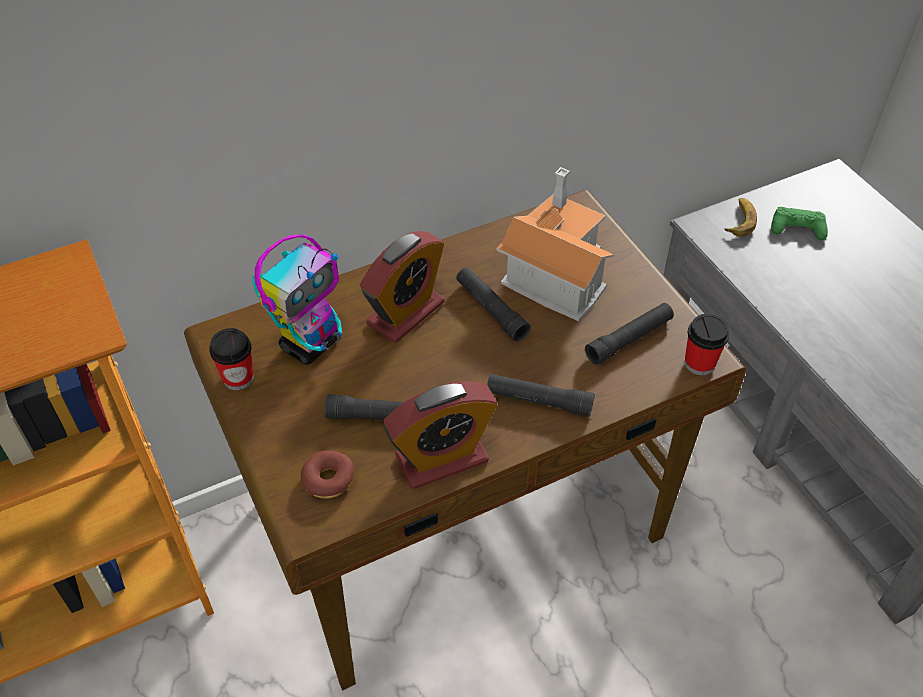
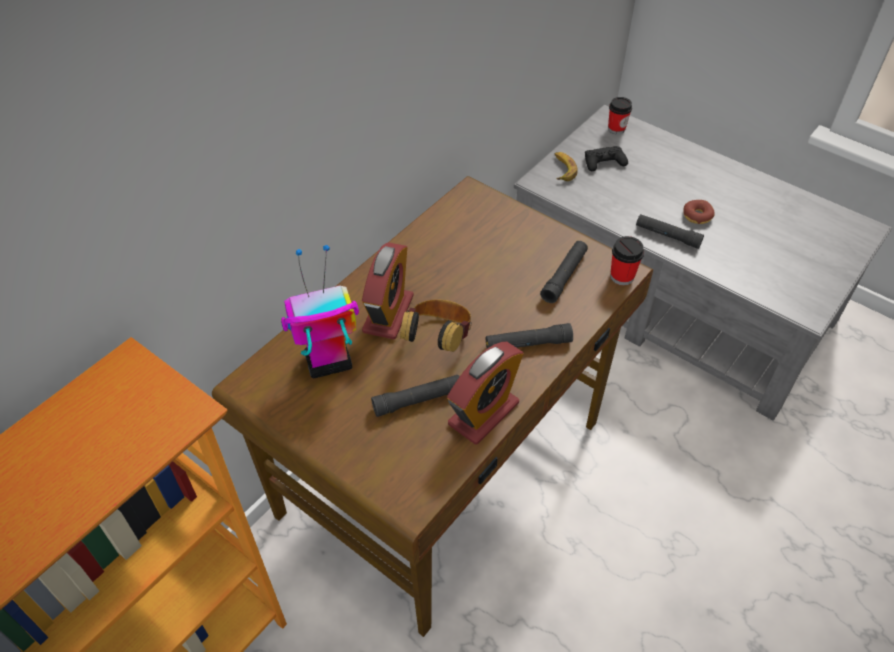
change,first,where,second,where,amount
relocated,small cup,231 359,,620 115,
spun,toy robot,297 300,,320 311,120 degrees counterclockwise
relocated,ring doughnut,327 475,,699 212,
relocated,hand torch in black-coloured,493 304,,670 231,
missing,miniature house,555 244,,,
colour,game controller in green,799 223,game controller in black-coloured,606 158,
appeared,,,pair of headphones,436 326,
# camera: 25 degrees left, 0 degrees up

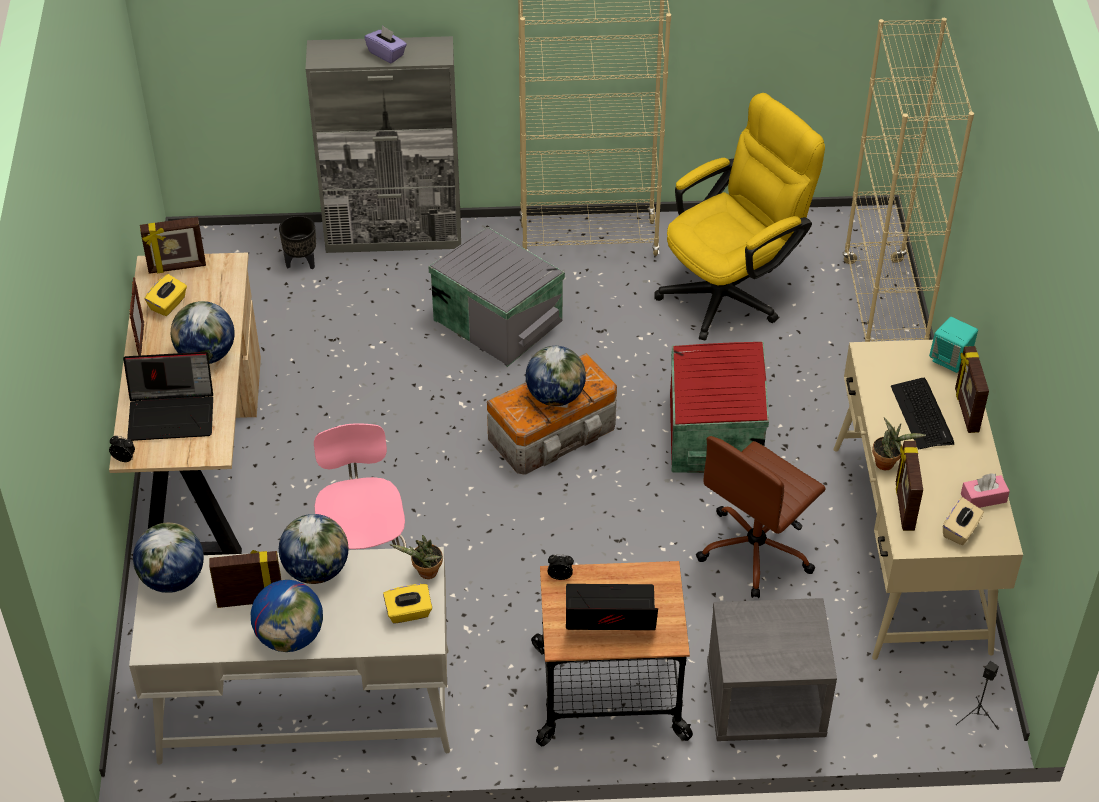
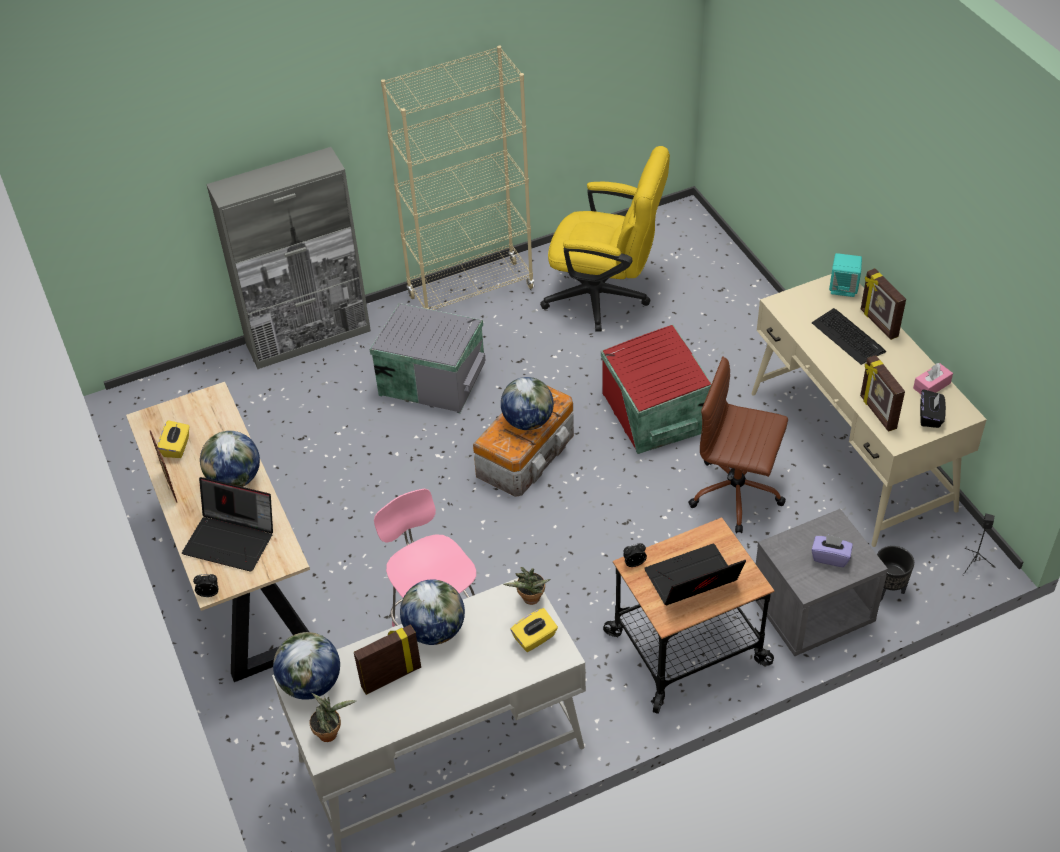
change,first,where,second,where,amount
spun,laptop,168 396,,227 524,45 degrees clockwise
missing,photo frame,173 245,,,
missing,world globe,286 616,,,
relocated,planter in black-coloured,297 242,,895 573,
relocated,tissue holder in purplish,385 44,,832 550,
spun,computer chair in yellow-coloured,739 217,,605 238,75 degrees clockwise
spun,computer chair in brown,761 517,,738 445,90 degrees clockwise
missing,shelving unit in beige-coloured,908 180,,,
relocated,potted plant,899 443,,332 717,
colour,tissue holder in beige-coloured,963 521,tissue holder in black-coloured,933 408,
# camera: 20 degrees left, 0 degrees up

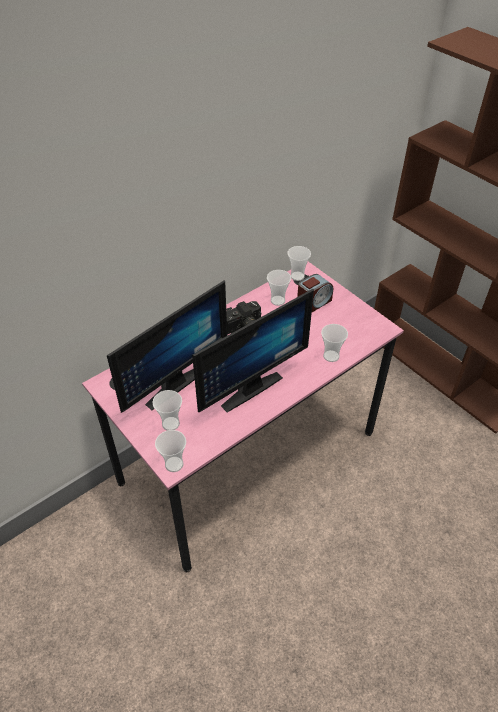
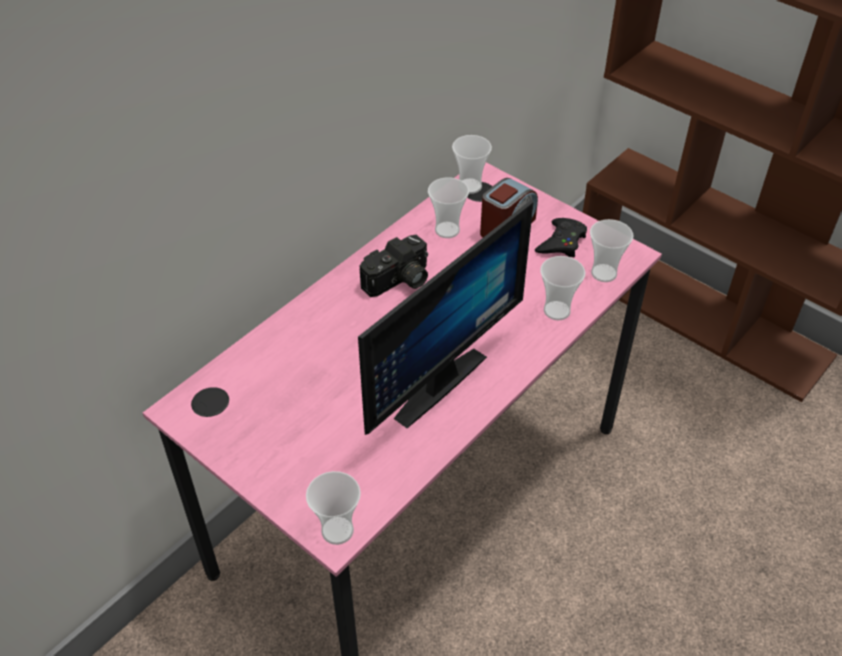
change,first,where,second,where,amount
missing,monitor,167 346,,,
relocated,small cup,167 410,,611 250,
appeared,,,game controller in black-coloured,561 238,
# camera: 10 degrees left, 0 degrees up

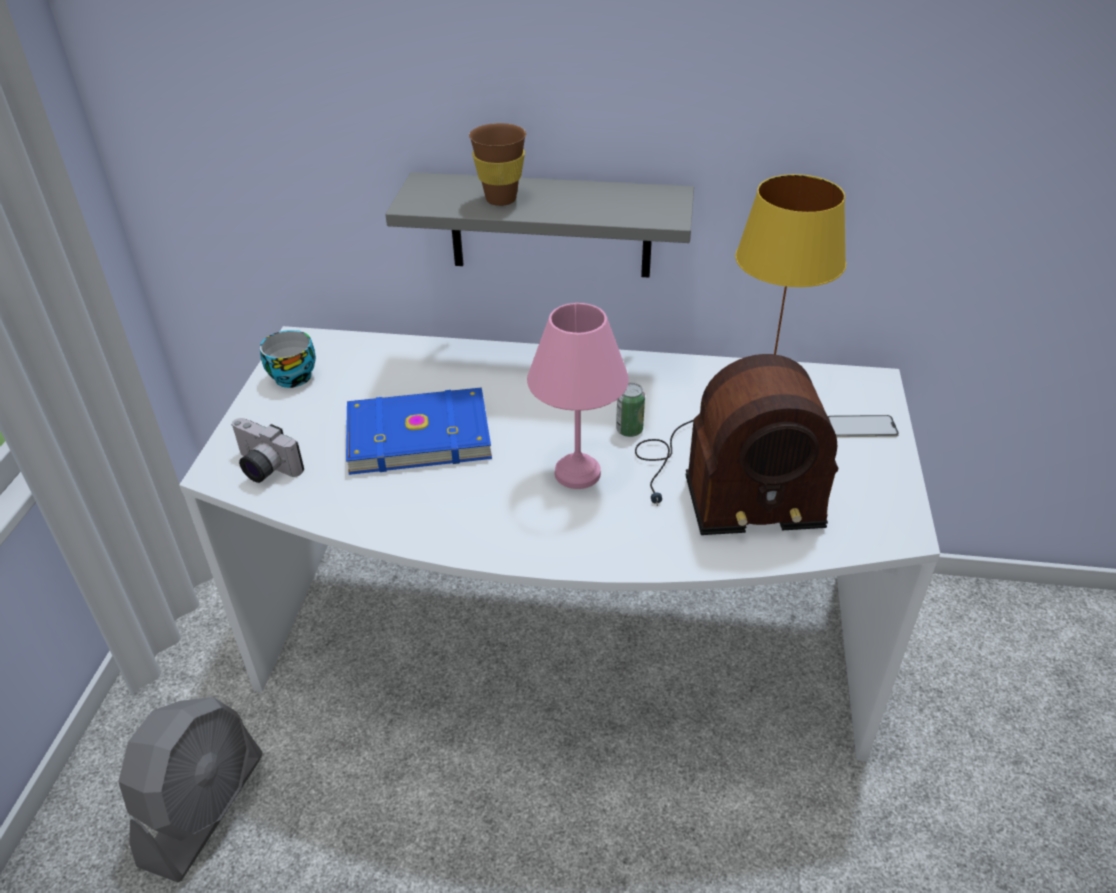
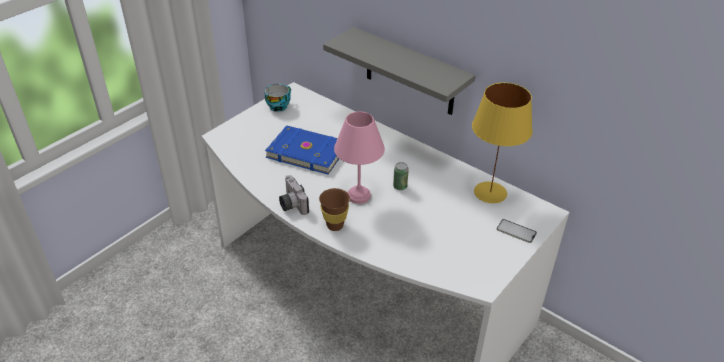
change,first,where,second,where,amount
missing,electric fan in greyish,190 789,,,
relocated,still camera,267 450,,294 195,
relocated,small cup in brown,497 164,,334 209,
missing,radio receiver,736 444,,,
# camera: 30 degrees right, 0 degrees up

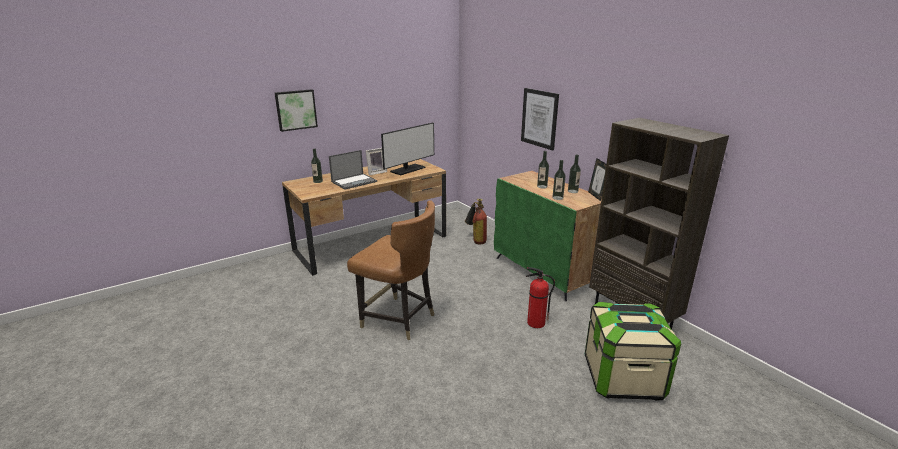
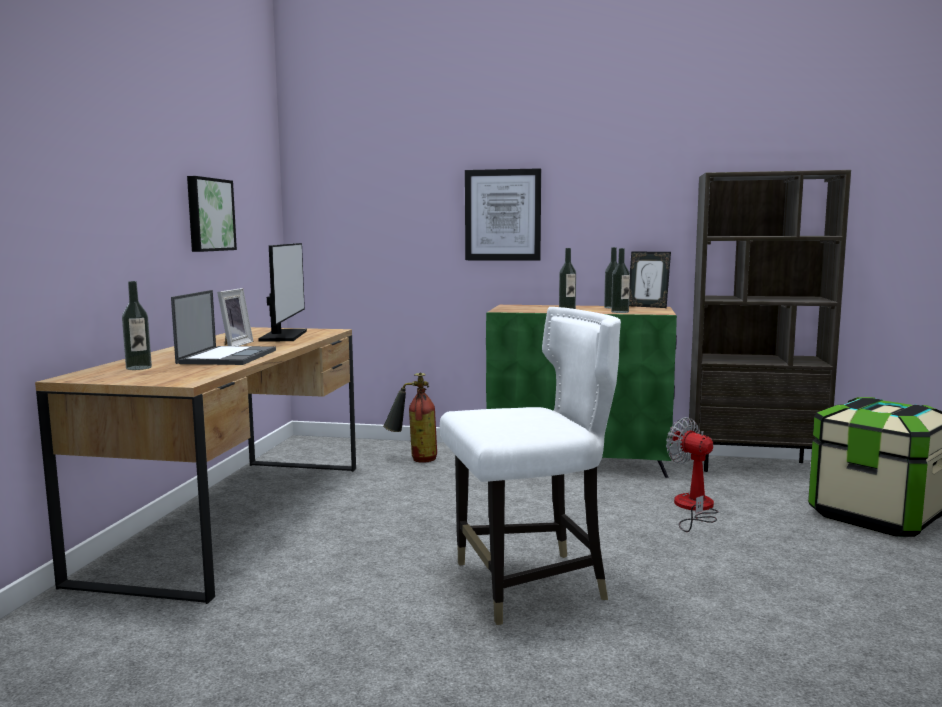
change,first,where,second,where,amount
relocated,wall art,296 110,,212 214,
colour,upright chair in brown,391 270,upright chair in white,530 466,
exchanged,fire extinguisher,540 297,electric fan,692 474,
# camera: 45 degrees left, 15 degrees down

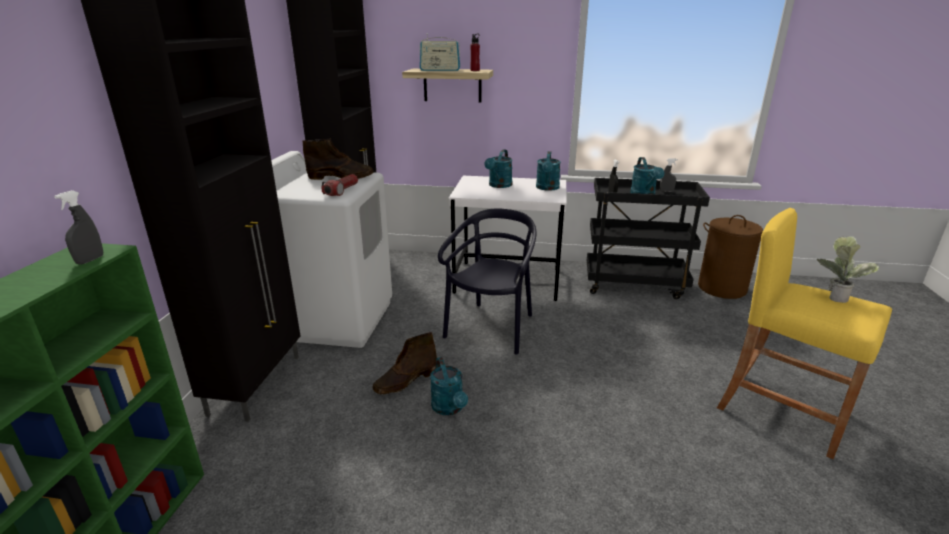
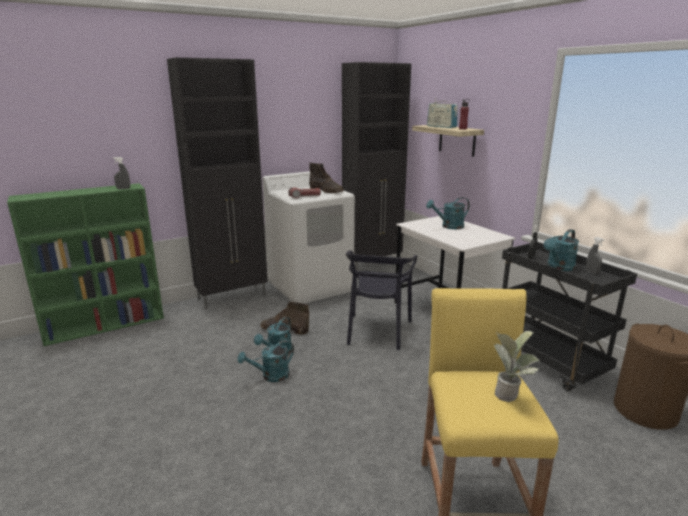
change,first,where,second,where,amount
spun,upright chair in black-coloured,487 281,,381 300,120 degrees clockwise
relocated,watering can in turquoise,548 171,,266 361,
# camera: 50 degrees right, 5 degrees down

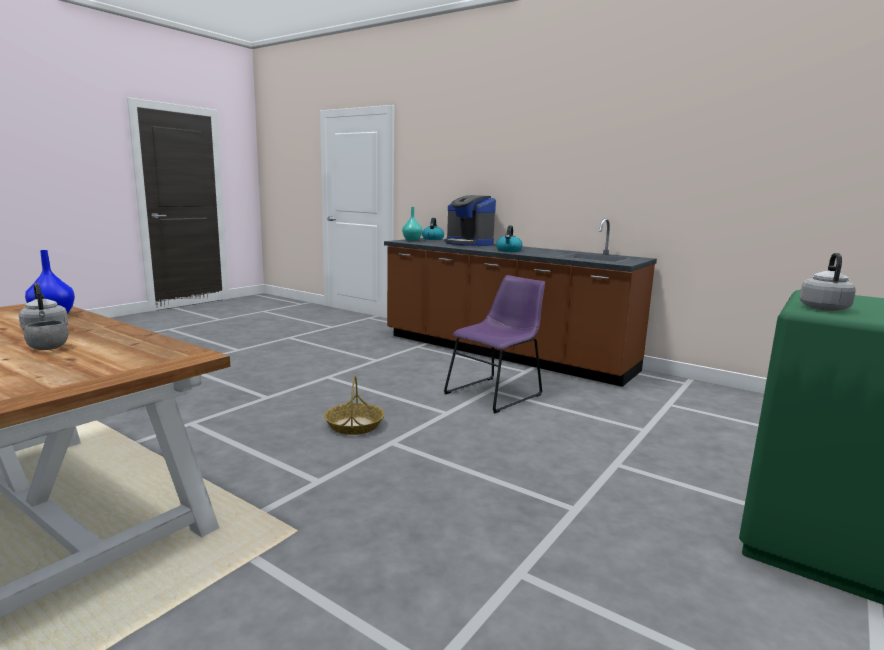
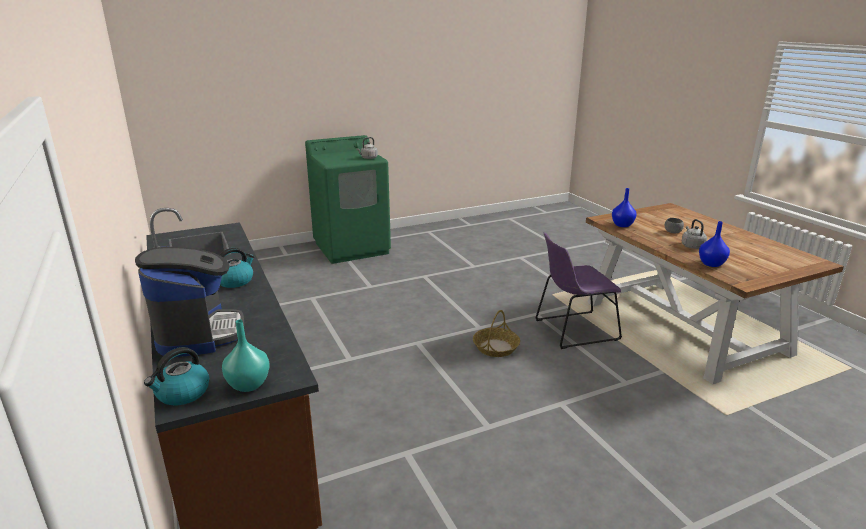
change,first,where,second,where,amount
relocated,upright chair in purplish,494 344,,578 290,
appeared,,,flower vase in blue,624 207,
# camera: 150 degrees left, 10 degrees up

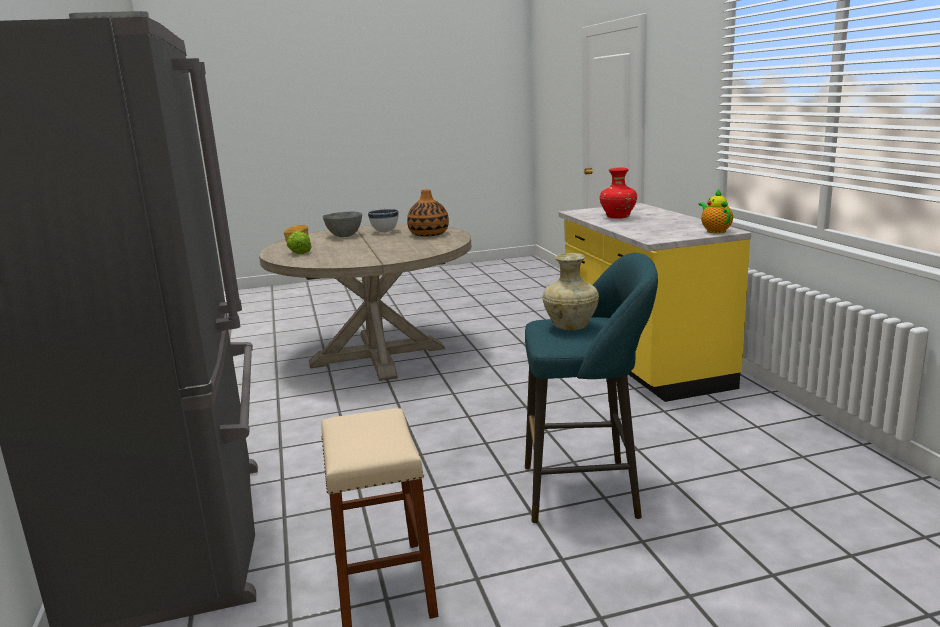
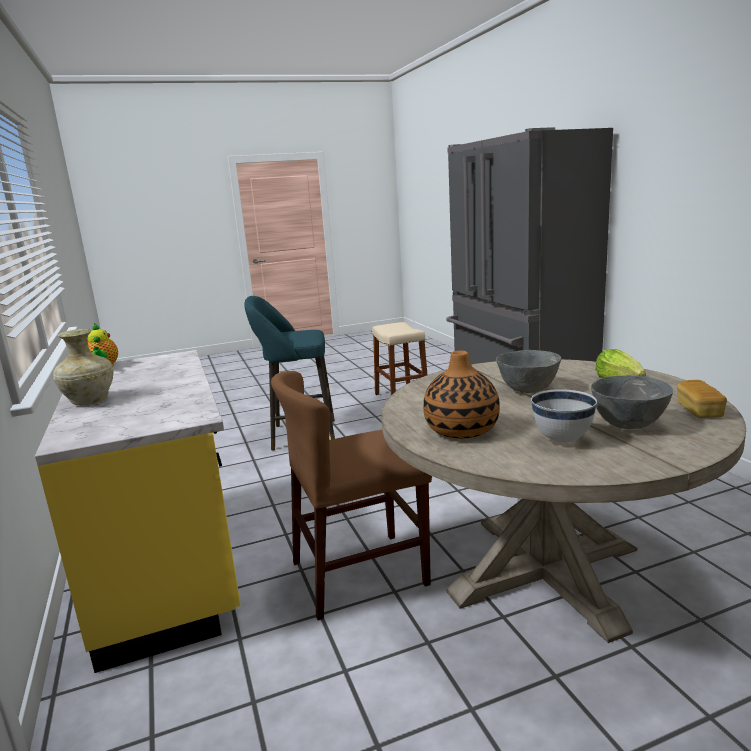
change,first,where,second,where,amount
relocated,flower vase in beige-coloured,570 291,,83 367,
missing,flower vase in red,618 193,,,
appeared,,,upright chair in brown,351 495,
appeared,,,bowl in greyish,528 371,
# camera: 175 degrees right, 0 degrees up

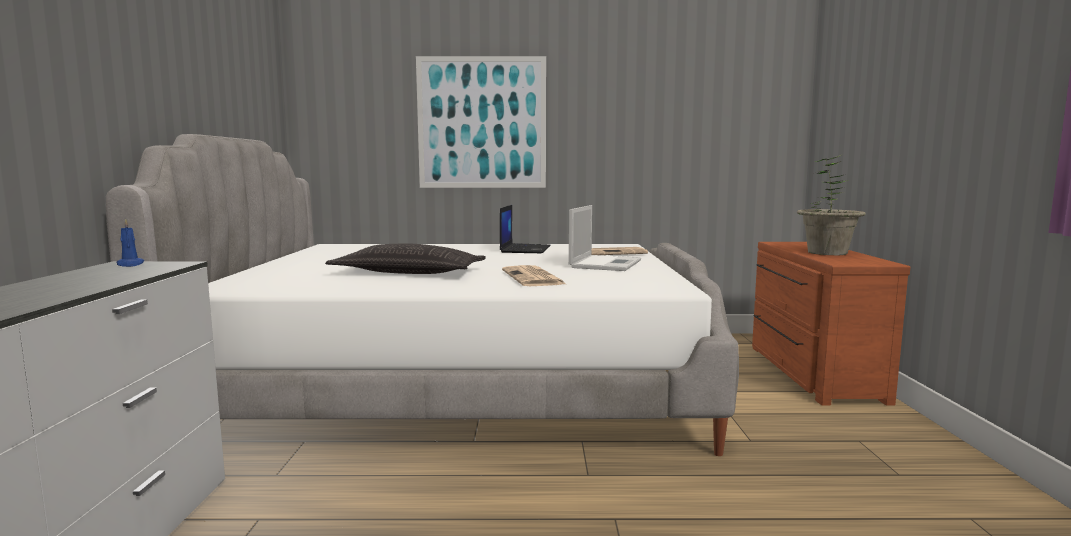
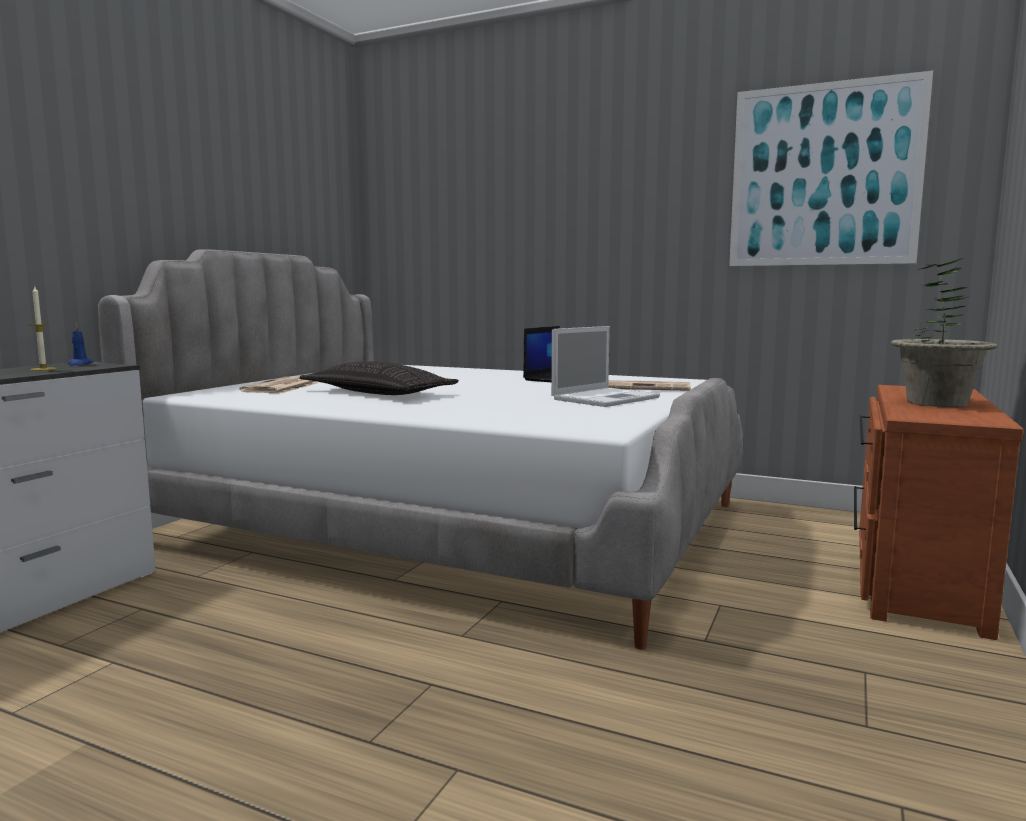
change,first,where,second,where,amount
relocated,wall art,481 122,,831 168,
relocated,printed paper,534 275,,279 384,
appeared,,,candle,41 329,
# camera: 25 degrees right, 0 degrees up

